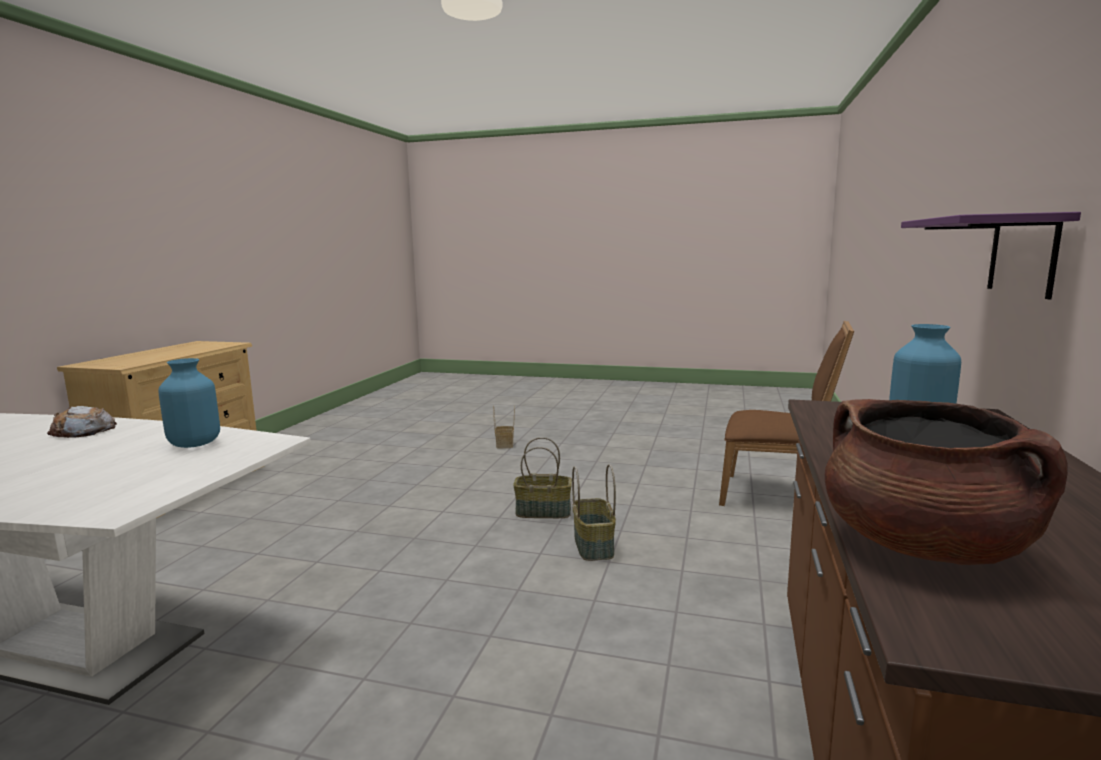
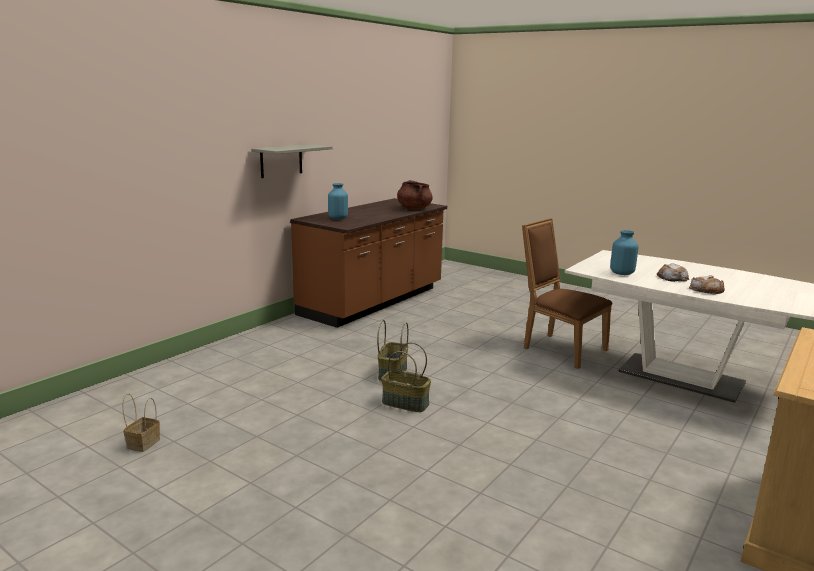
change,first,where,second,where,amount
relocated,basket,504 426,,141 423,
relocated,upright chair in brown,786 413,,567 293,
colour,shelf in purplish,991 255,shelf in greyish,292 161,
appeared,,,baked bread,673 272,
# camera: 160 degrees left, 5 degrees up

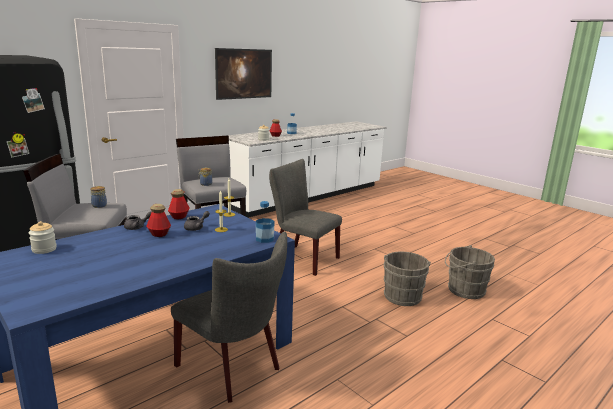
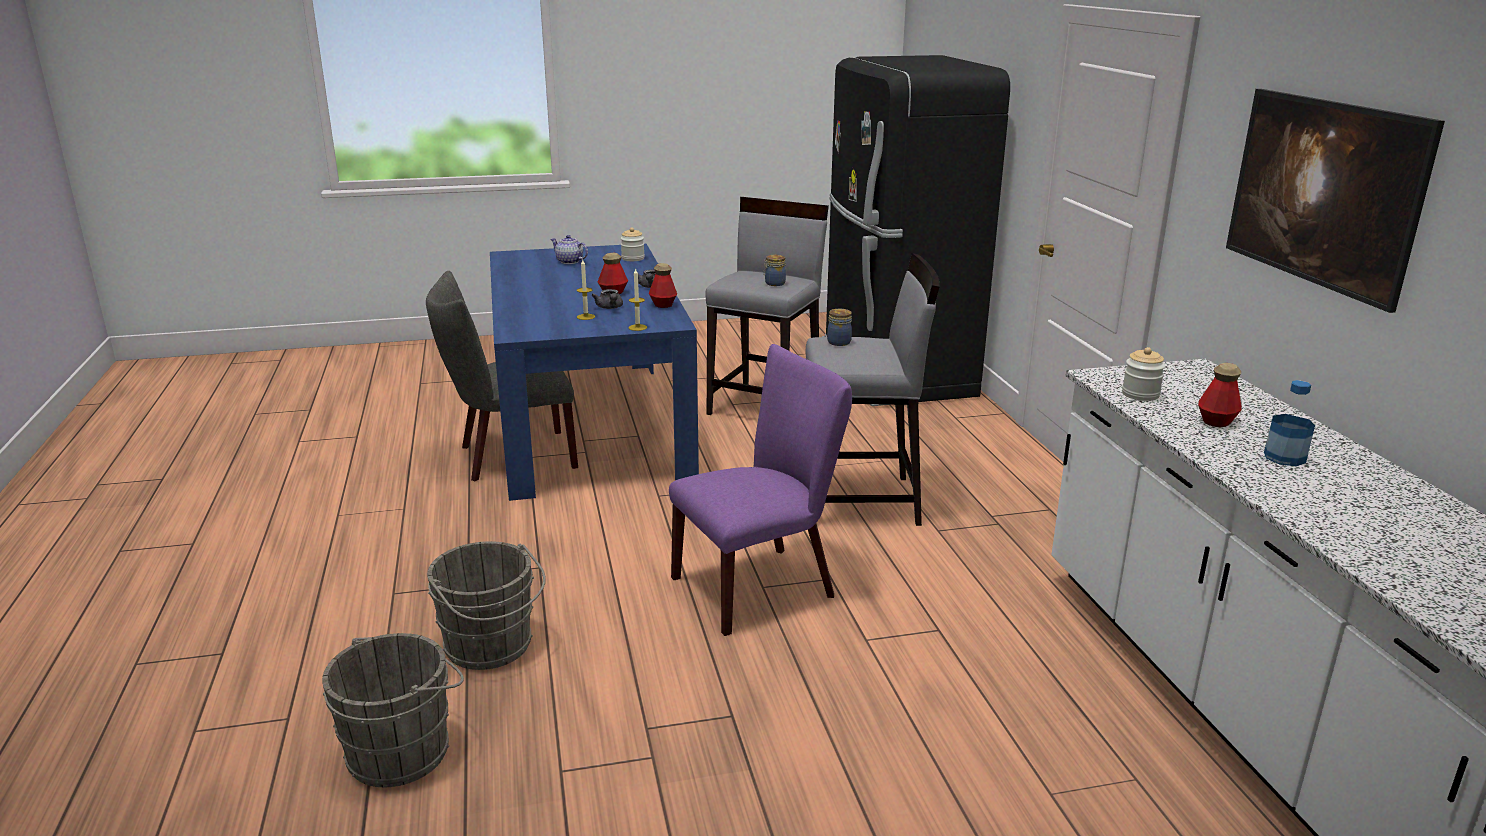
change,first,where,second,where,amount
missing,drink bottle,265 222,,,
colour,upright chair in greyish,305 217,upright chair in purplish,760 490,
appeared,,,pot for tea,569 249,
# camera: 120 degrees right, 5 degrees up

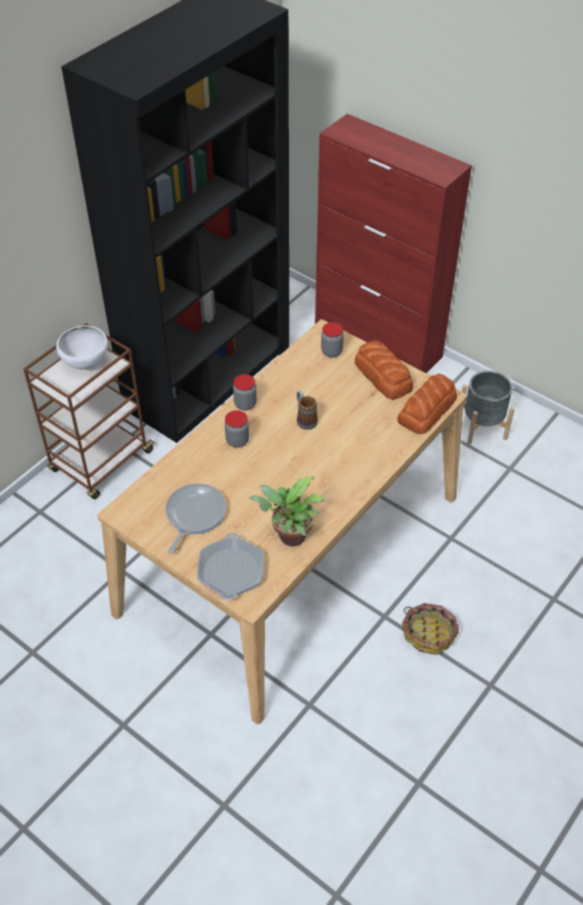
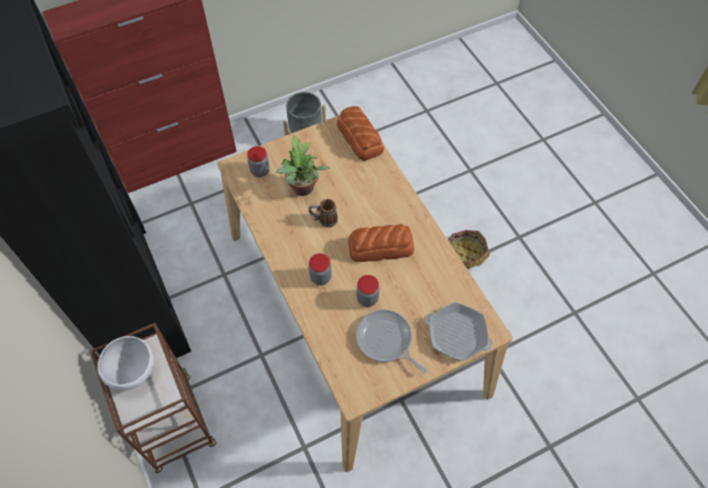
change,first,where,second,where,amount
relocated,storage jar,245 392,,368 291,
relocated,potted plant,286 511,,303 165,
relocated,baked bread,384 370,,381 243,
# camera: 65 degrees left, 10 degrees up

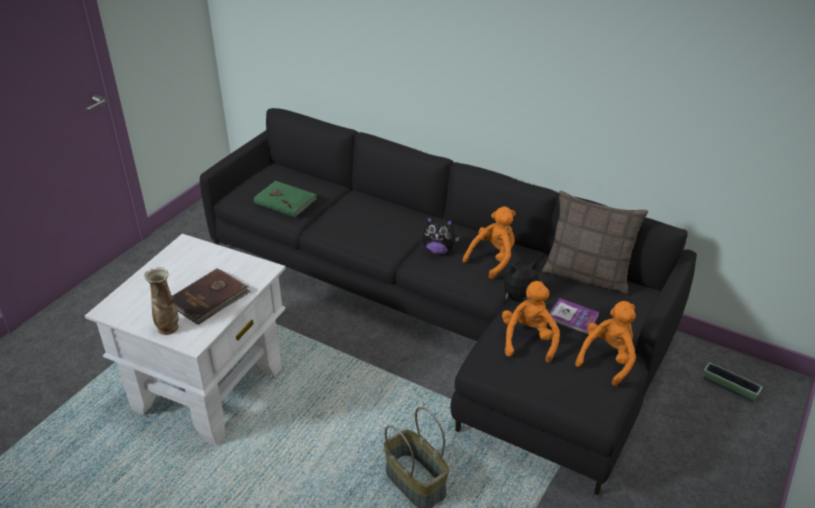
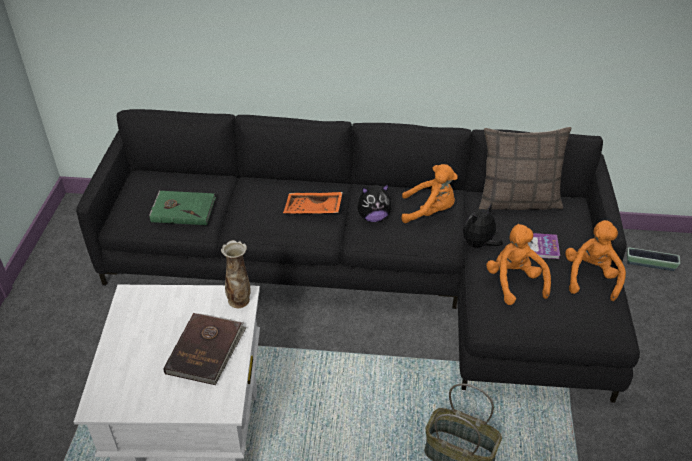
change,first,where,second,where,amount
relocated,flower vase,161 301,,236 274,
spun,plush toy in orangey,489 242,,429 193,75 degrees clockwise
appeared,,,carrying tray in orangey,313 203,
# camera: 25 degrees left, 5 degrees up

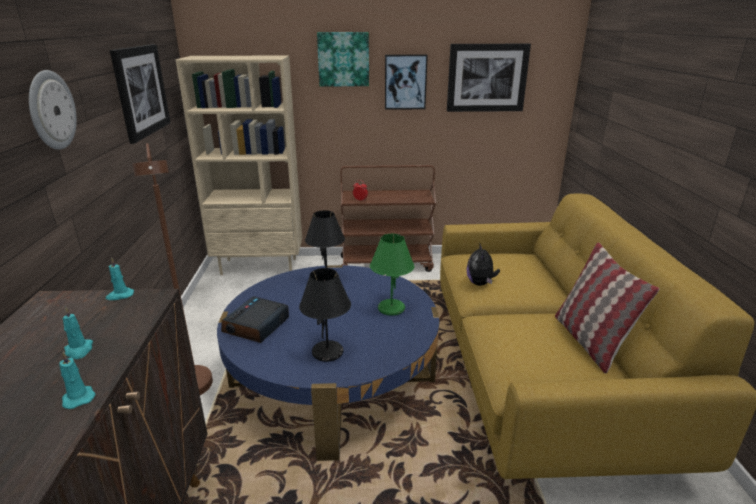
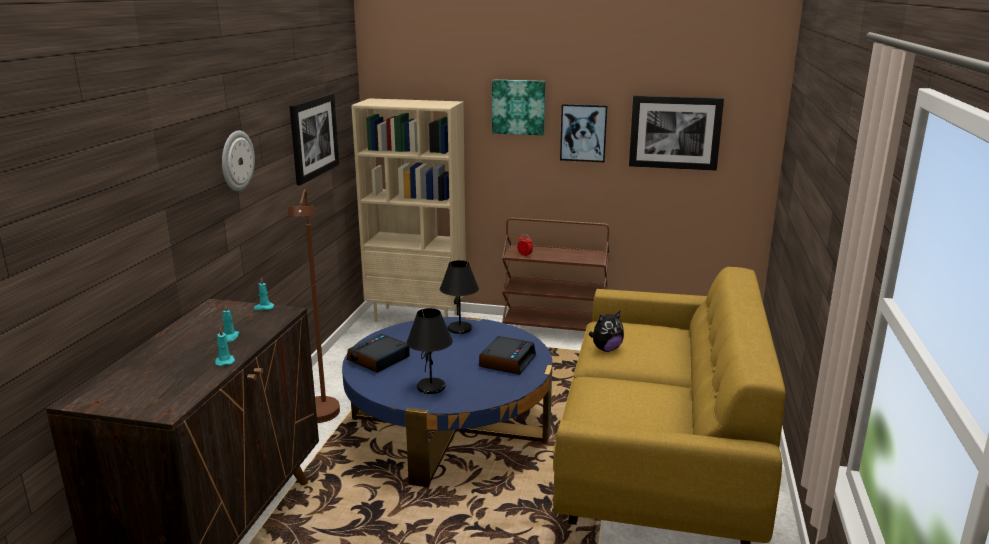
change,first,where,second,where,amount
exchanged,tabletop lamp in green,392 275,bedside clock,507 355,
spun,plush toy,483 264,,606 331,135 degrees counterclockwise
missing,pillow,607 308,,,
# camera: 15 degrees right, 5 degrees down

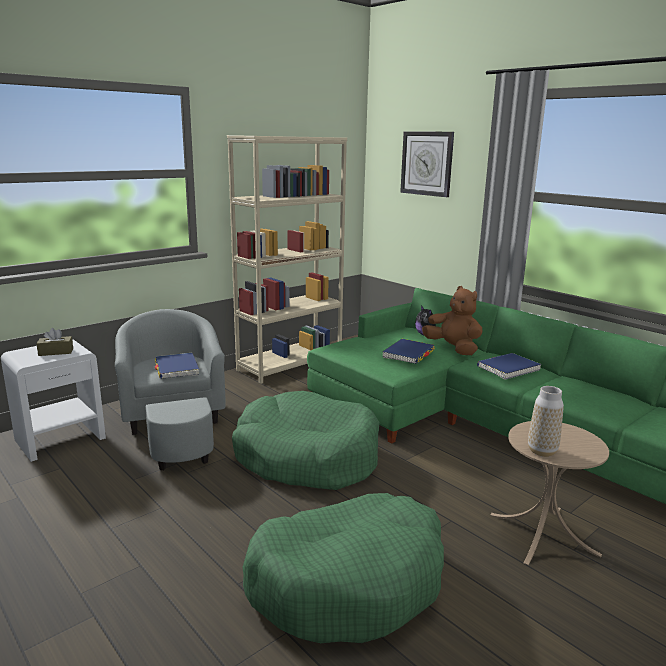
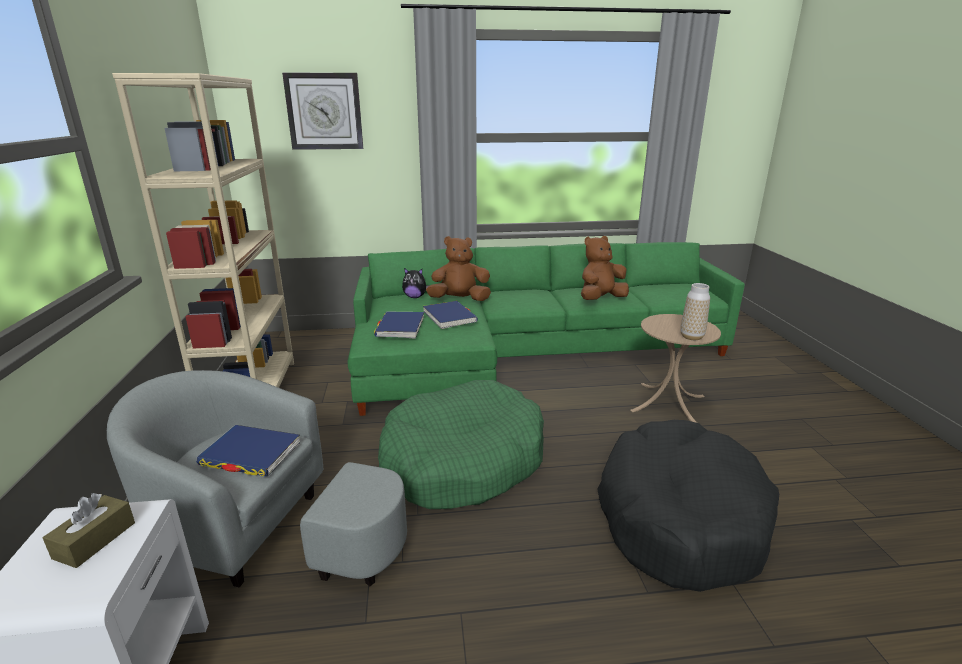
change,first,where,second,where,amount
colour,dog cushion in green,343 568,dog cushion in black-coloured,688 506,
relocated,book in blue,509 366,,399 325,
appeared,,,plush toy in brown,605 268,
# camera: 55 degrees left, 5 degrees up

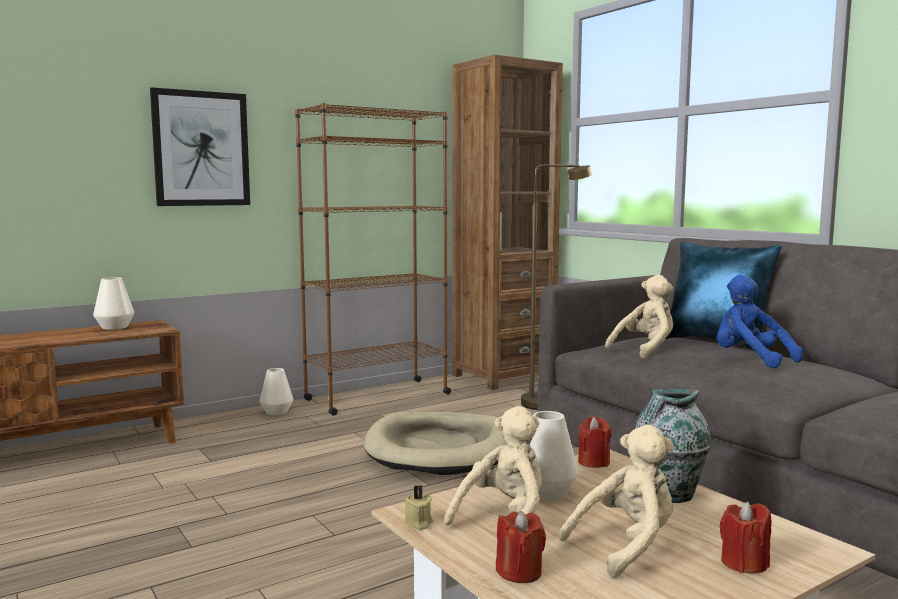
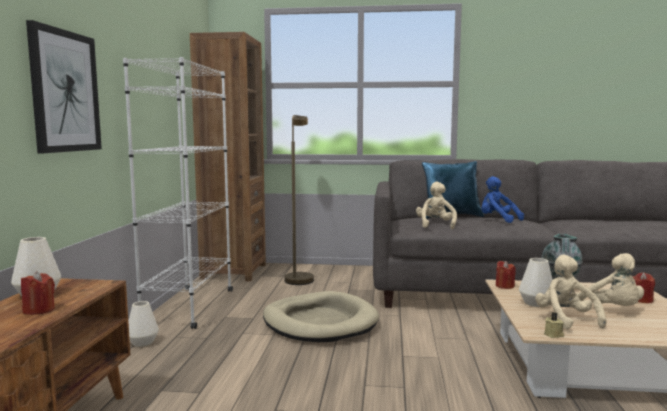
change,first,where,second,where,amount
colour,shelving unit in brown,373 259,shelving unit in white,178 193,
relocated,candle in red,521 547,,38 293,
spun,plush toy in beige-coloured,616 501,,610 279,150 degrees clockwise
spun,plush toy in blue,760 321,,502 199,45 degrees clockwise
# camera: 50 degrees left, 0 degrees up

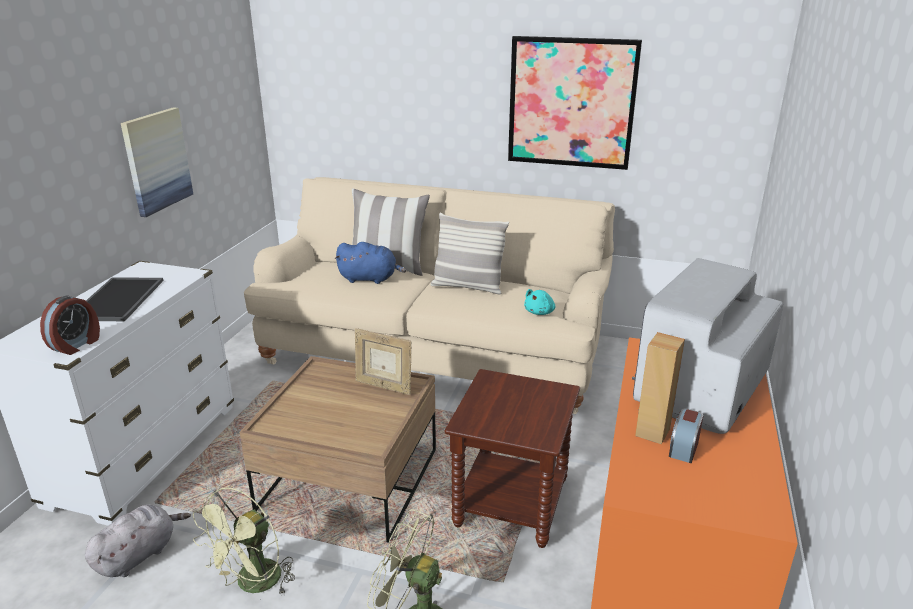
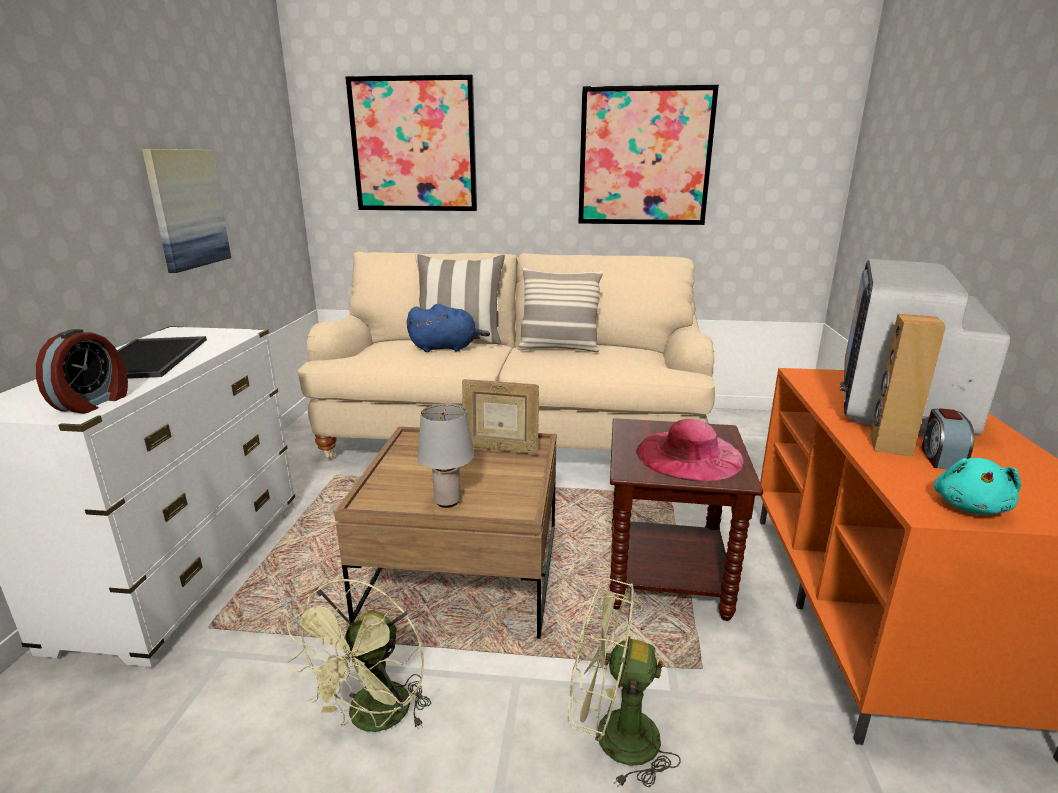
change,first,where,second,where,amount
missing,plush toy in greyish,138 540,,,
relocated,plush toy in turquoise,539 302,,977 486,
appeared,,,wall art,411 142,
appeared,,,tabletop lamp in greyish,446 456,
appeared,,,hat in pinkish,690 450,
# camera: 10 degrees left, 5 degrees down

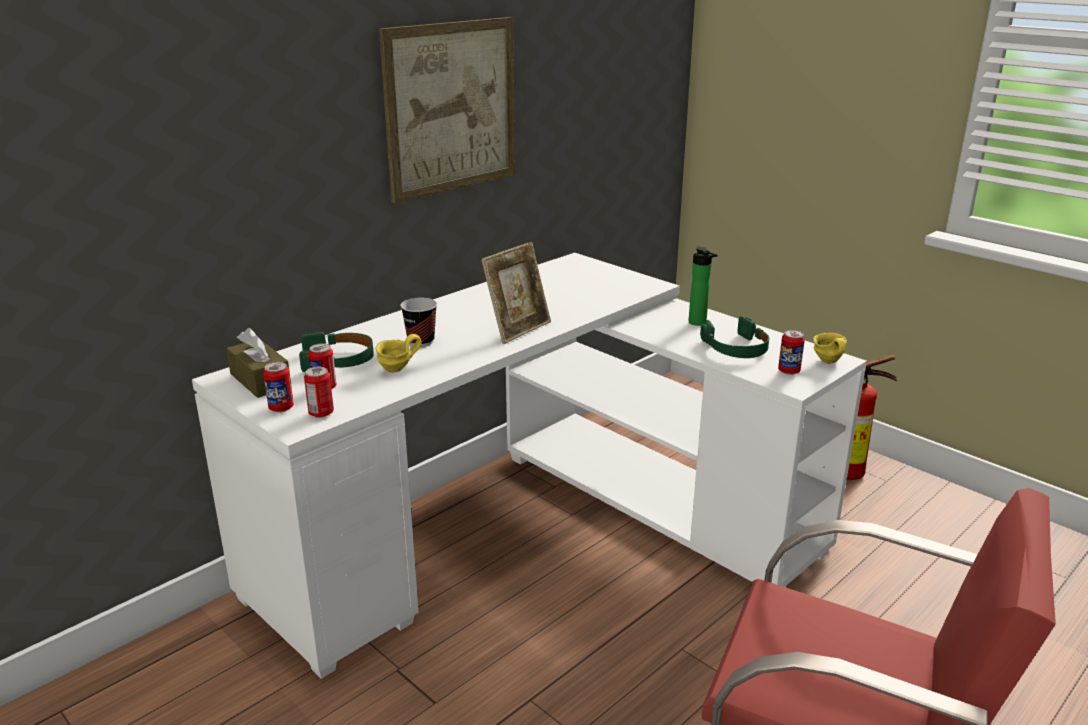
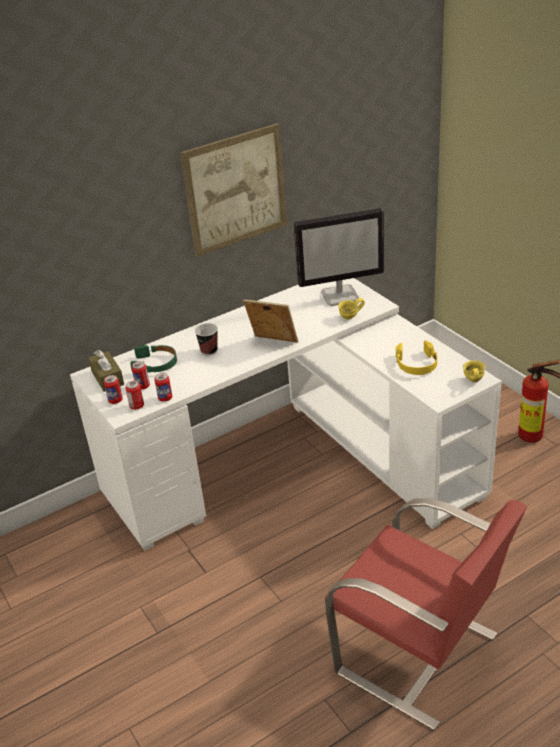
change,first,where,second,where,amount
relocated,mug in yellow-coloured,399 353,,351 309,
spun,photo frame,516 293,,271 321,120 degrees counterclockwise
missing,drink bottle,703 286,,,
colour,pair of headphones in green,734 337,pair of headphones in yellow-coloured,416 357,
relocated,sealed can,791 352,,163 387,
appeared,,,monitor,339 257,
# camera: 15 degrees right, 10 degrees up

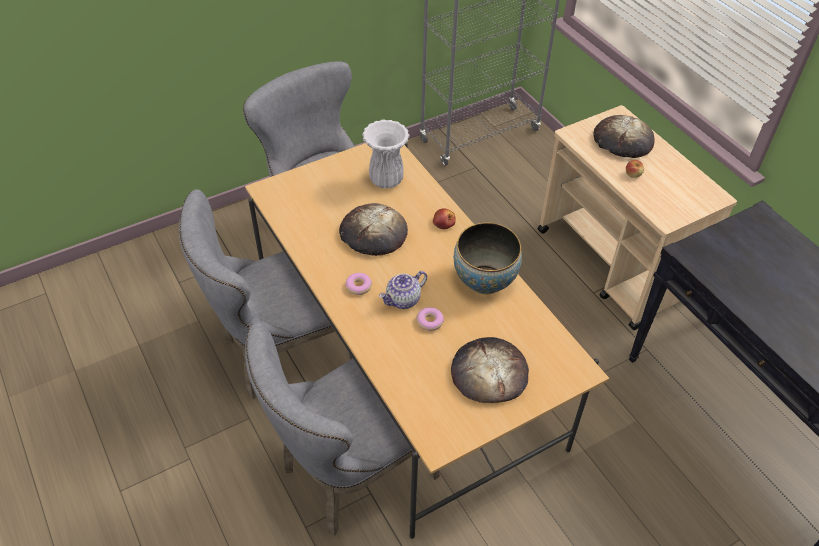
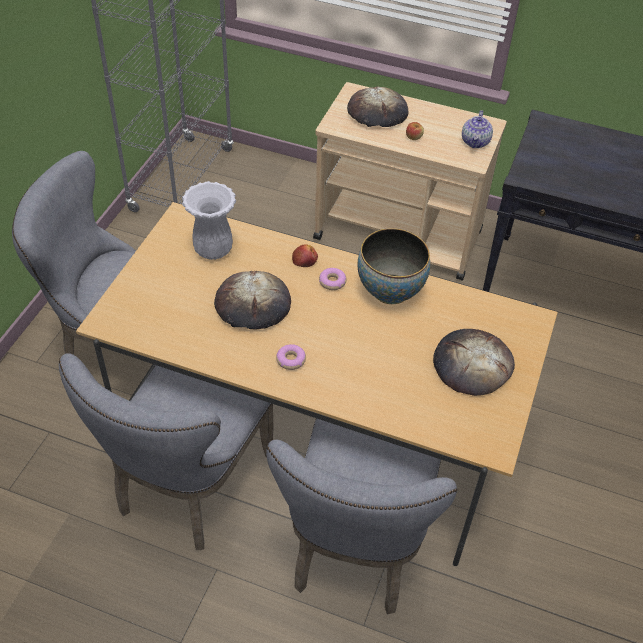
change,first,where,second,where,amount
relocated,pot for tea,403 290,,477 129,
relocated,ring doughnut,430 319,,332 279,
# camera: 40 degrees left, 0 degrees up

